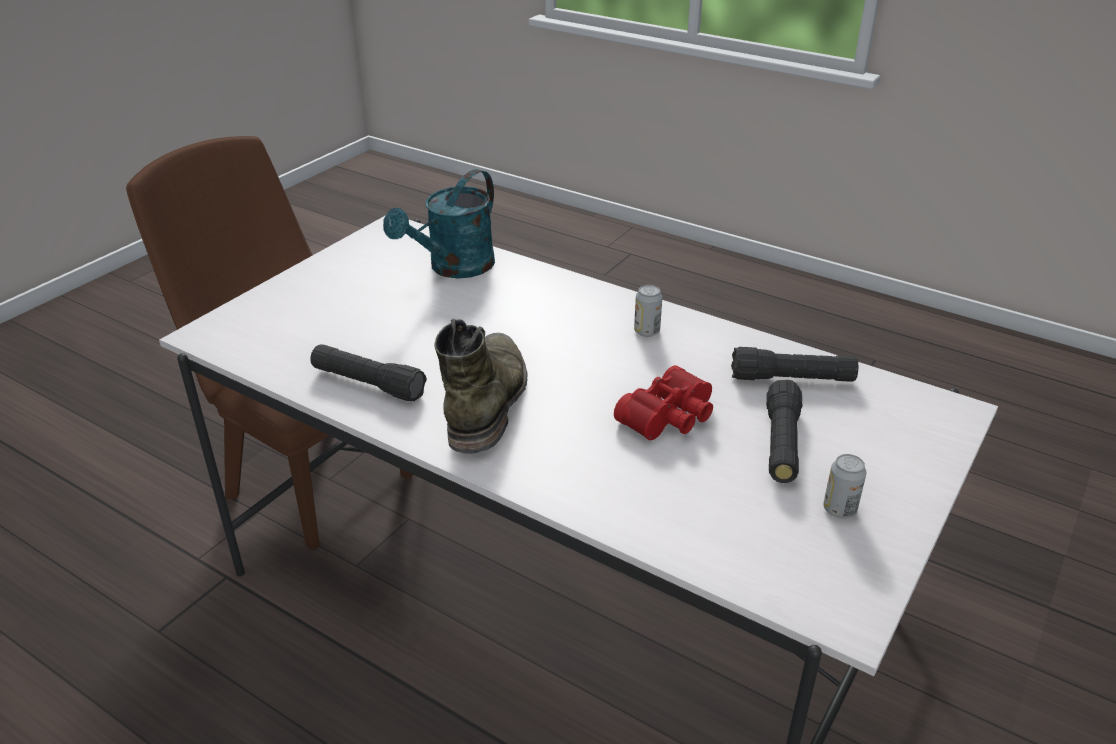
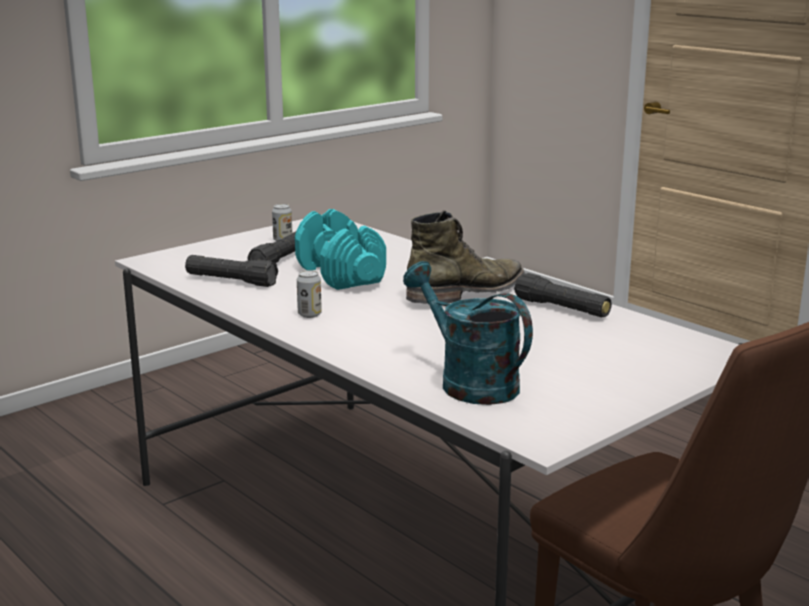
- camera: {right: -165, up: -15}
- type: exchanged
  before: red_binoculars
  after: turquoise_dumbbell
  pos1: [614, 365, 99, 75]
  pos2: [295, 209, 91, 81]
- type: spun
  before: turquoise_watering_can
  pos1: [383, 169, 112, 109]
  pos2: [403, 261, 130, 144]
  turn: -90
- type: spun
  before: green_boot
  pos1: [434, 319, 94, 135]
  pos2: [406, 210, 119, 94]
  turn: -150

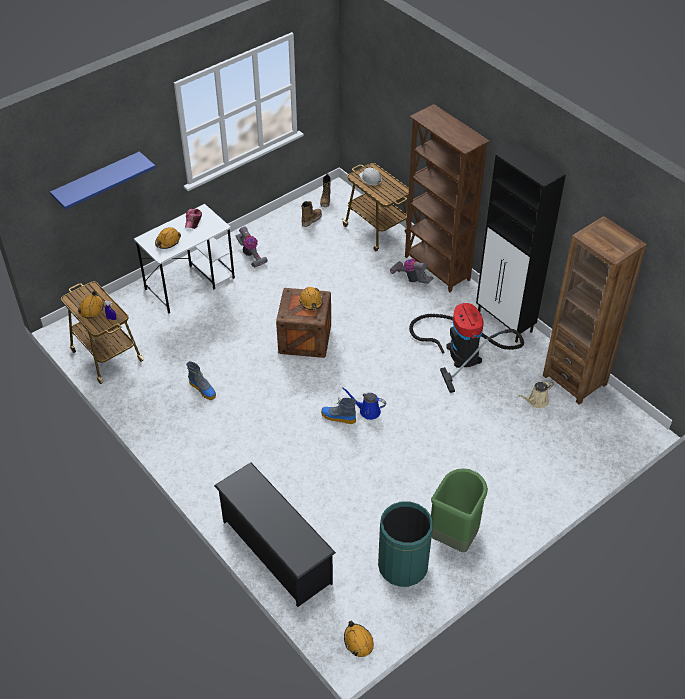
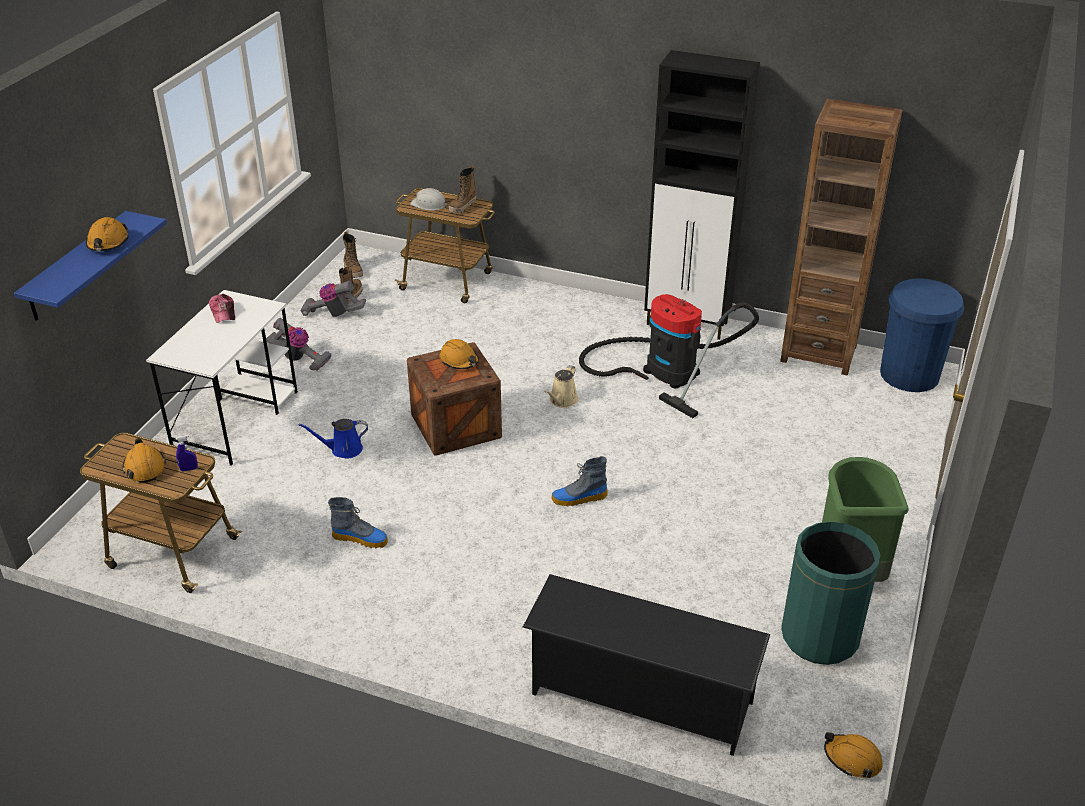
- camera: {right: -30, up: -10}
- type: relocated
  before: orange_hard_hat
  pos1: [155, 227, 26, 22]
  pos2: [86, 217, 43, 34]
- type: relocated
  before: blue_watering_can
  pos1: [342, 387, 44, 33]
  pos2: [299, 419, 69, 40]
- type: relocated
  before: vacuum_cleaner
  pos1: [390, 259, 44, 25]
  pos2: [301, 281, 65, 36]
- type: appeared
  after: boot
  pos2: [449, 165, 27, 49]
- type: relocated
  before: beige_watering_can
  pos1: [518, 380, 36, 28]
  pos2: [545, 365, 34, 43]
- type: appeared
  after: blue_trash_can
  pos2: [880, 278, 84, 114]
- type: missing
  before: brown_bookcase
  pos1: [405, 104, 84, 188]

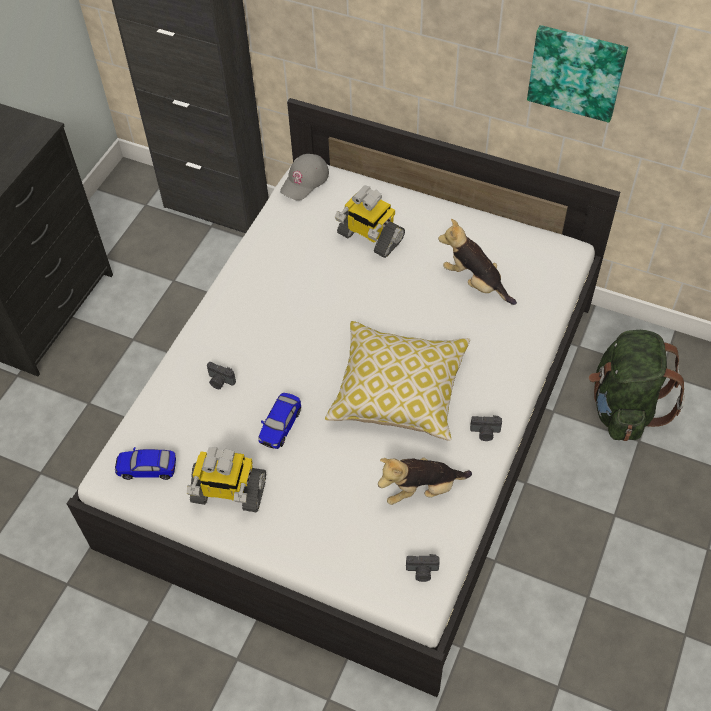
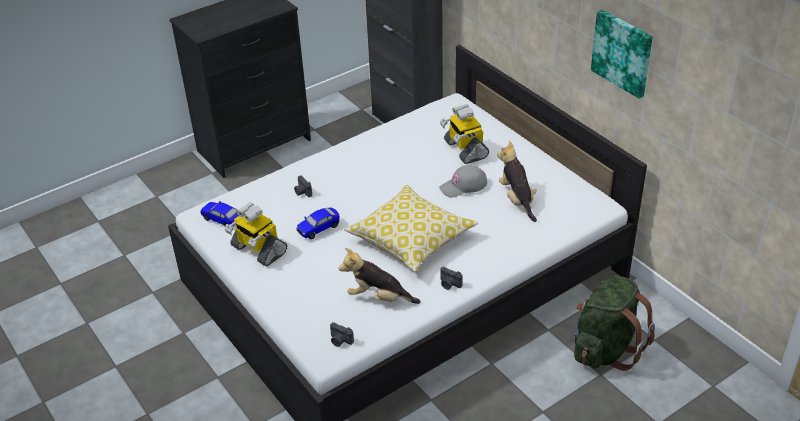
- camera: {right: 30, up: -15}
- type: relocated
  before: grey_cap
  pos1: [280, 154, 49, 47]
  pos2: [439, 165, 48, 33]

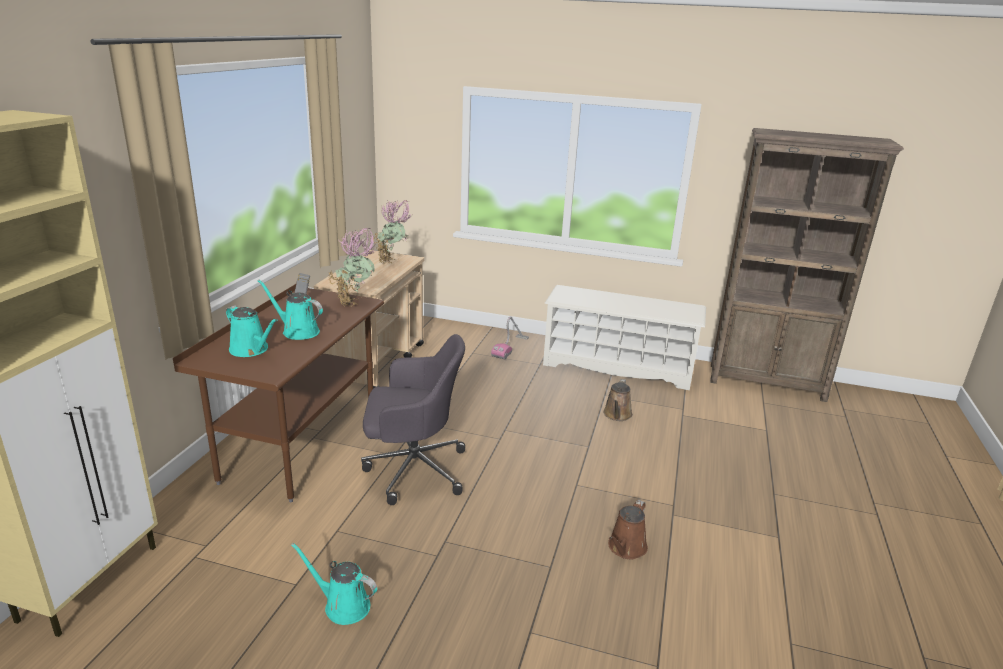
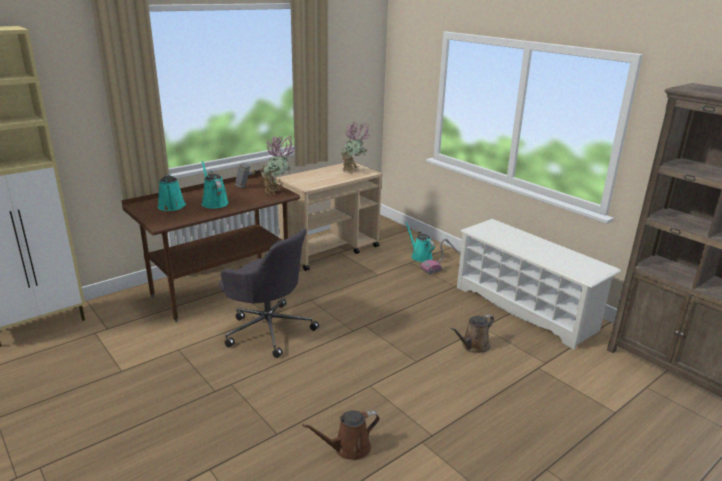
- camera: {right: 35, up: 0}
- type: relocated
  before: turquoise_watering_can
  pos1: [291, 543, 86, 82]
  pos2: [405, 222, 30, 40]

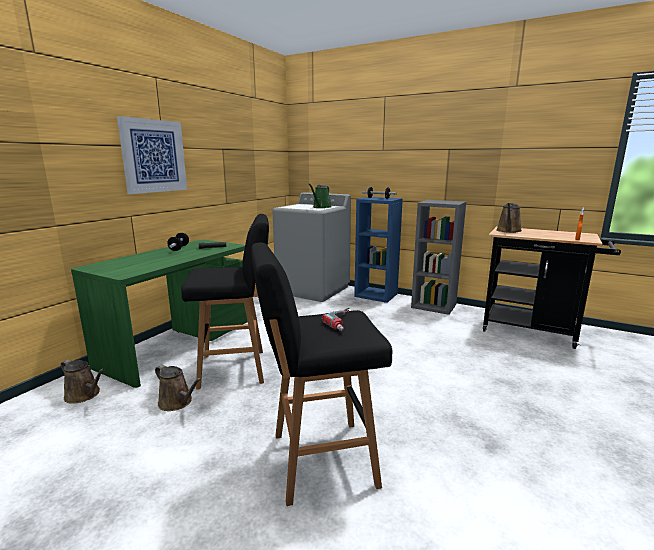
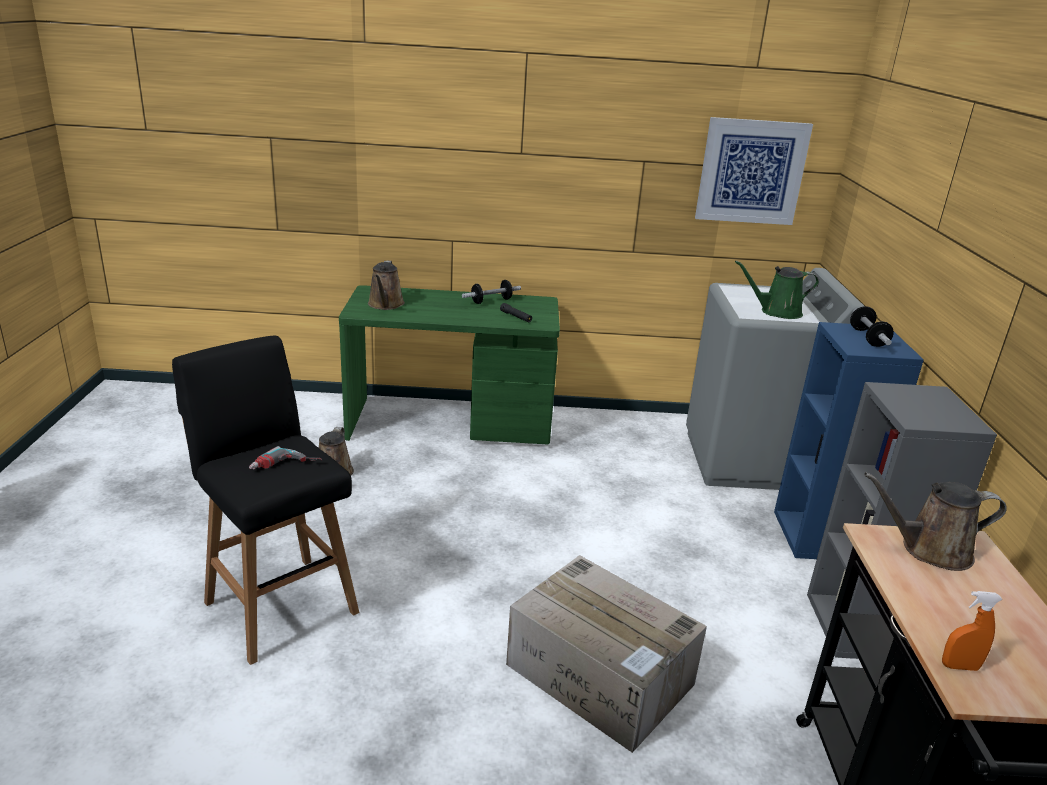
- camera: {right: 60, up: 10}
- type: relocated
  before: brown_watering_can
  pos1: [61, 360, 44, 44]
  pos2: [368, 261, 37, 49]
- type: appeared
  after: cardboard_box
  pos2: [506, 555, 201, 198]
- type: relocated
  before: picture
  pos1: [117, 116, 70, 78]
  pos2: [695, 117, 118, 108]
- type: missing
  before: black_stool
  pos1: [181, 214, 88, 176]

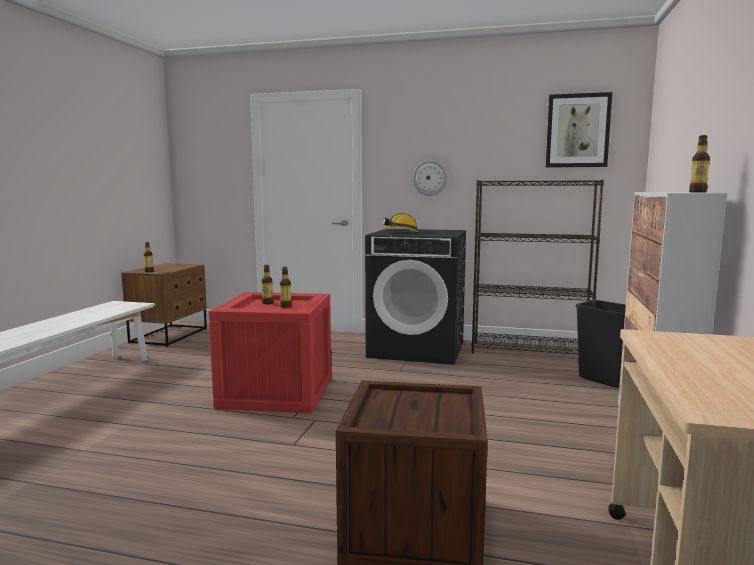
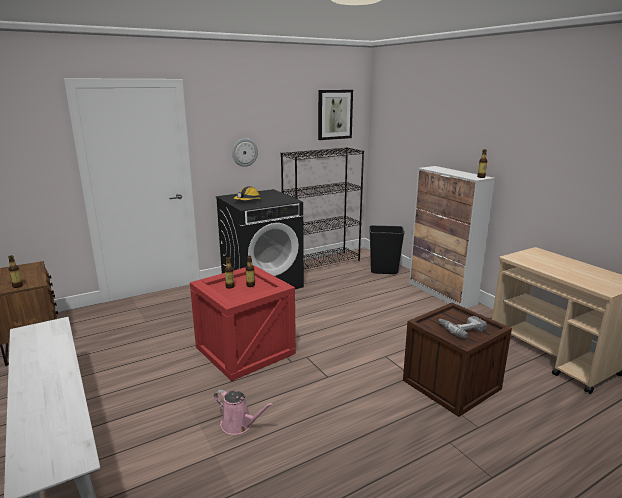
- camera: {right: -45, up: 10}
- type: appeared
  after: pink_watering_can
  pos2: [214, 390, 60, 45]
- type: appeared
  after: power_drill
  pos2: [438, 316, 49, 23]

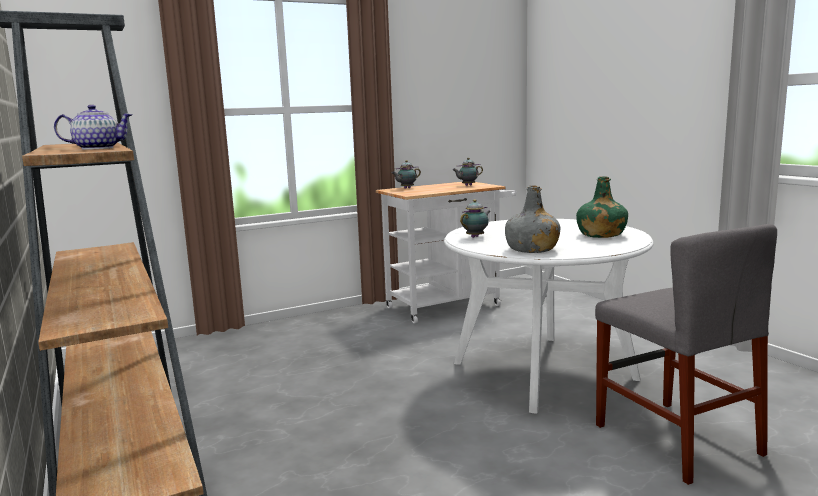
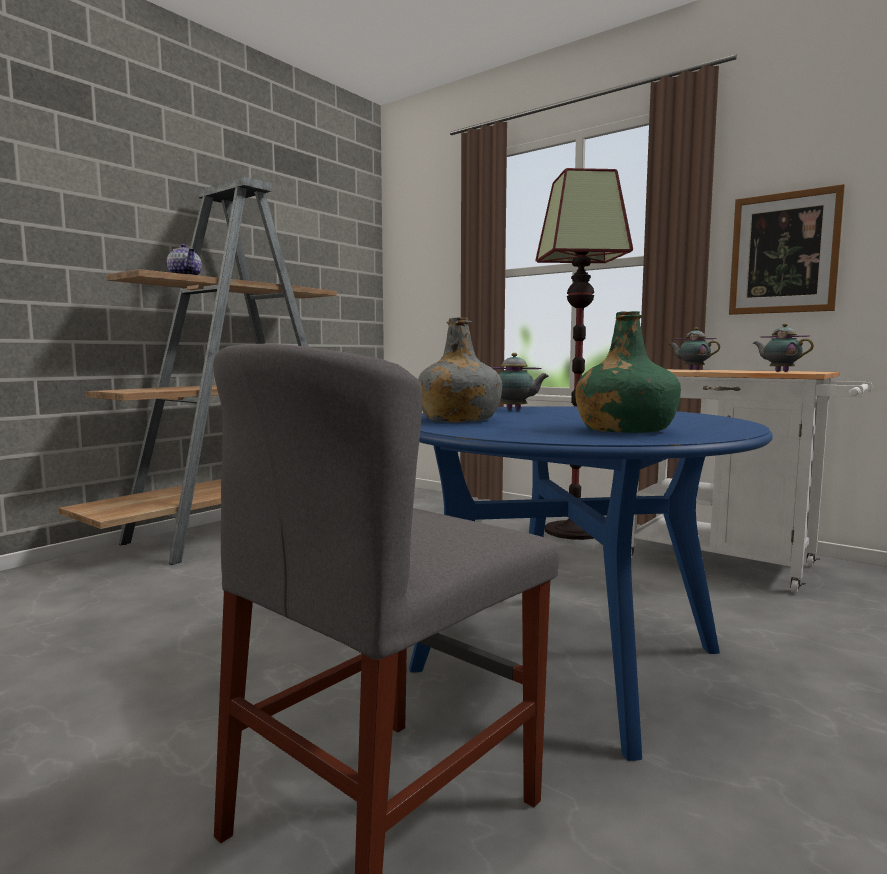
- camera: {right: 65, up: -5}
- type: colour
  before: white_dining_table
  after: blue_dining_table
  pos1: [444, 219, 210, 194]
  pos2: [409, 406, 364, 355]
- type: appeared
  after: floor_lamp
  pos2: [536, 168, 97, 372]
- type: appeared
  after: picture
  pos2: [729, 184, 116, 131]

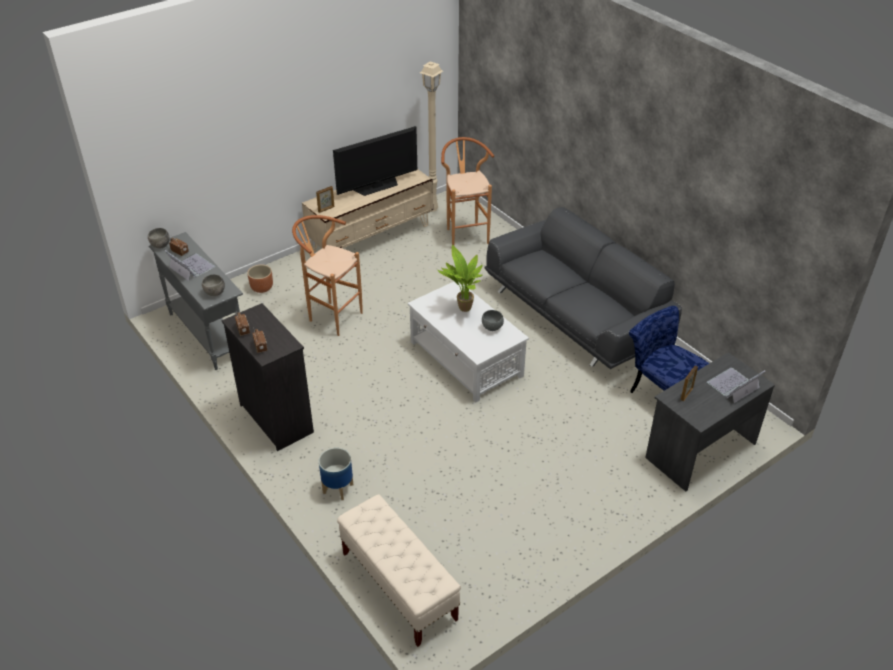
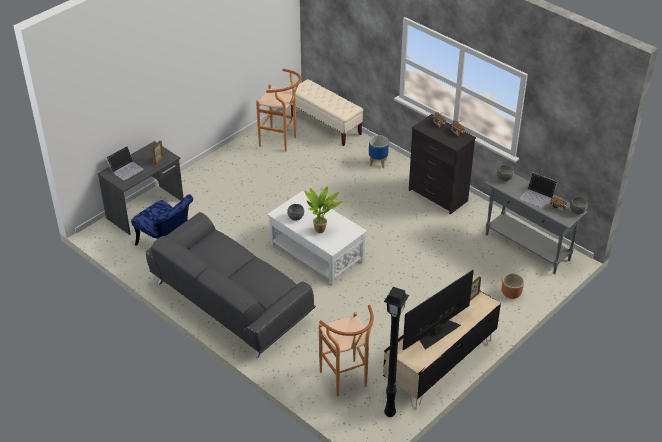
- camera: {right: 170, up: 0}
- type: relocated
  before: brown_stool
  pos1: [292, 215, 71, 121]
  pos2: [256, 69, 45, 83]
- type: colour
  before: beige_floor_lamp
  after: black_floor_lamp
  pos1: [420, 61, 23, 150]
  pos2: [384, 287, 25, 130]

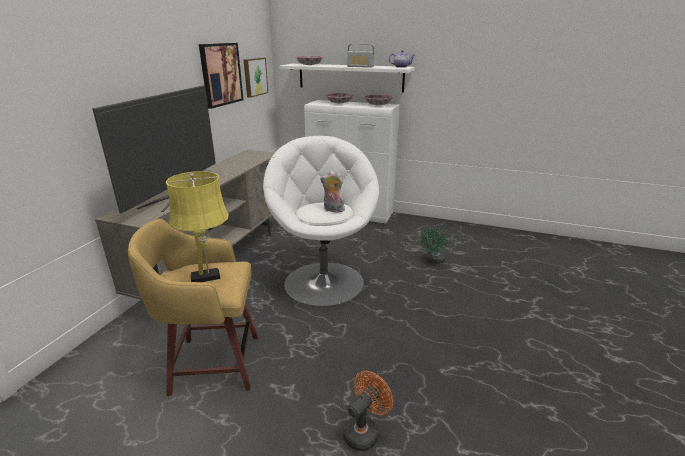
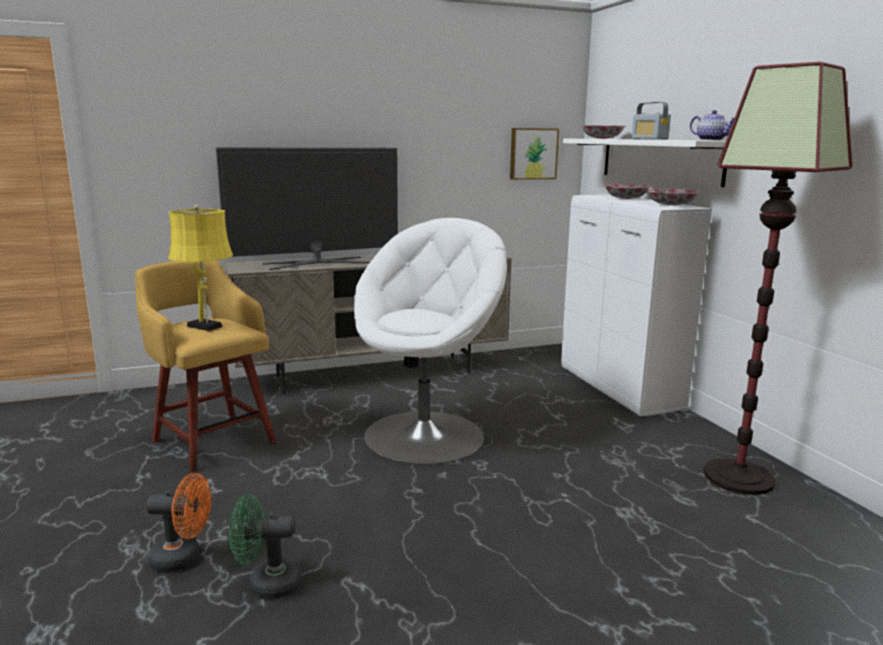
- camera: {right: 50, up: -10}
- type: relocated
  before: green_fan
  pos1: [421, 228, 26, 36]
  pos2: [229, 494, 72, 105]
- type: appeared
  after: floor_lamp
  pos2: [703, 62, 150, 433]
- type: missing
  before: picture
  pos1: [199, 43, 44, 66]
- type: missing
  before: plush_toy
  pos1: [320, 171, 25, 42]

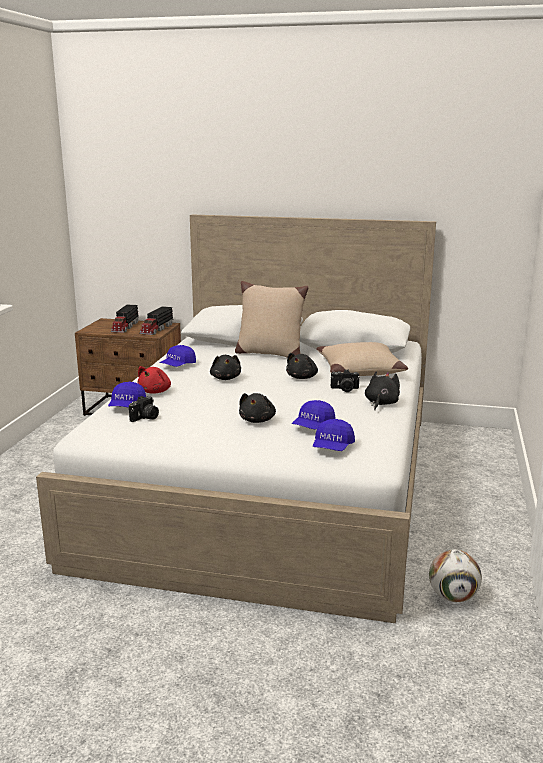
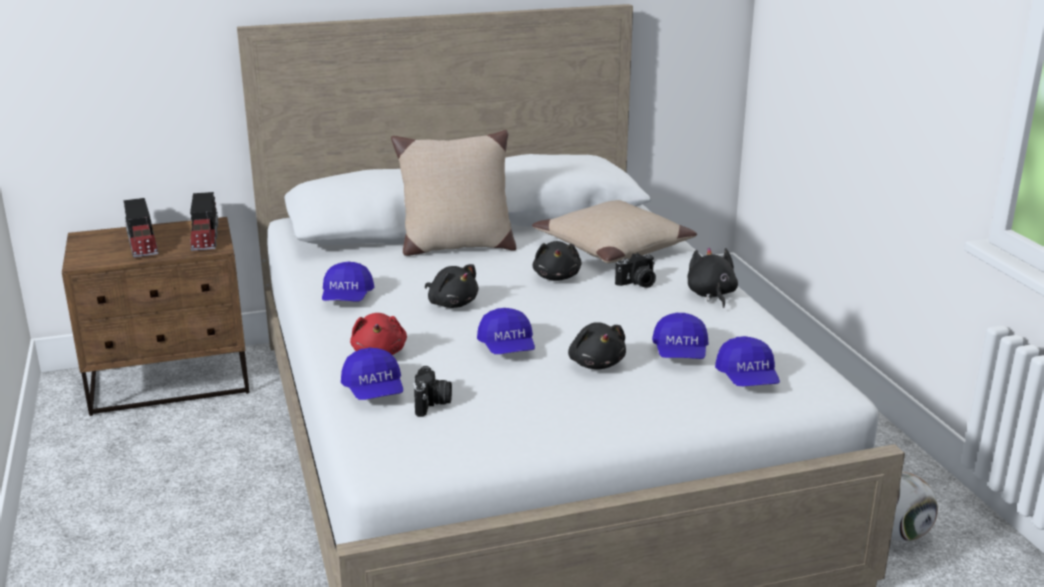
- camera: {right: -30, up: 5}
- type: appeared
  after: blue_cap
  pos2: [477, 308, 58, 46]

